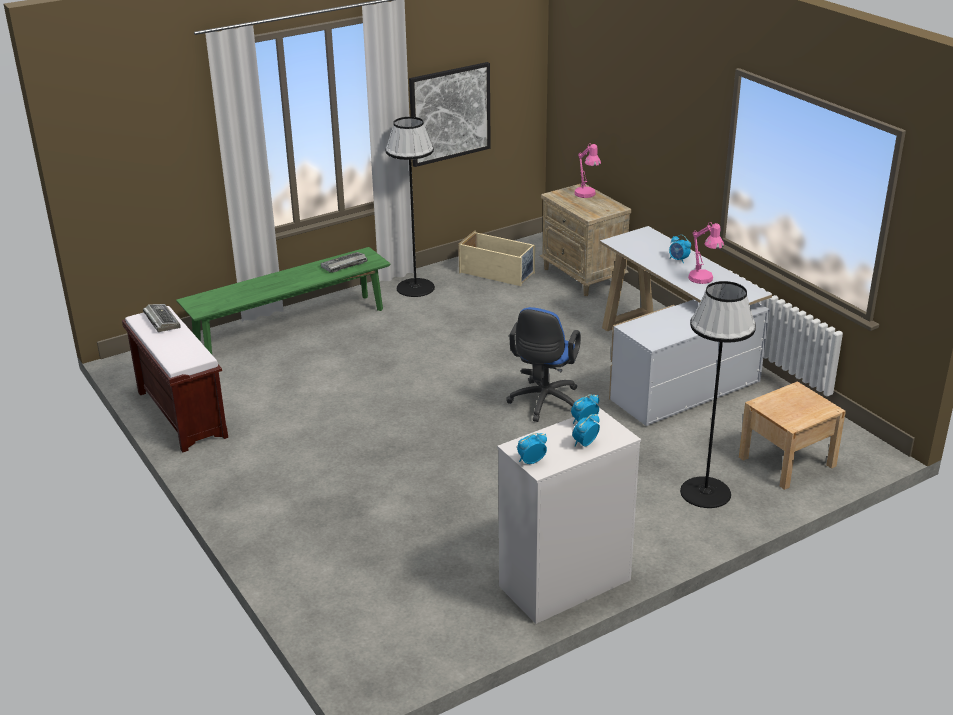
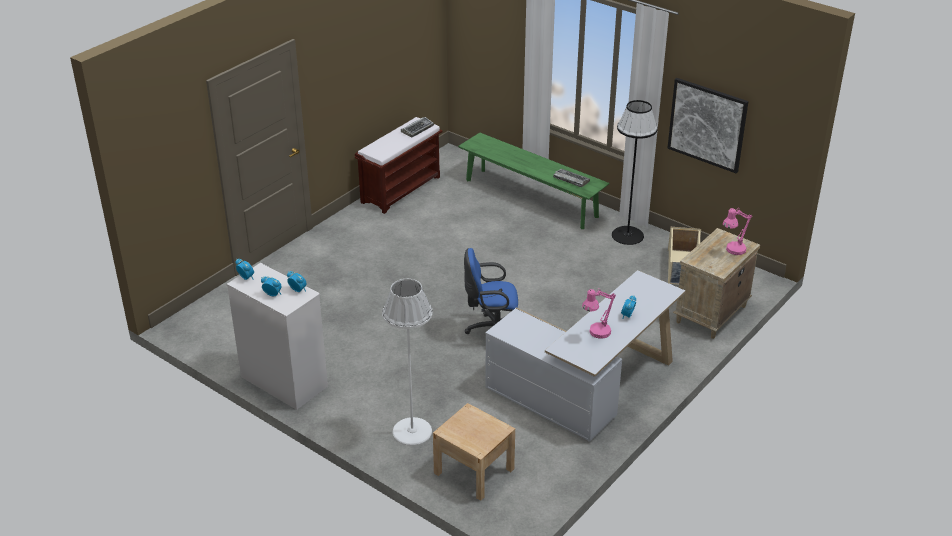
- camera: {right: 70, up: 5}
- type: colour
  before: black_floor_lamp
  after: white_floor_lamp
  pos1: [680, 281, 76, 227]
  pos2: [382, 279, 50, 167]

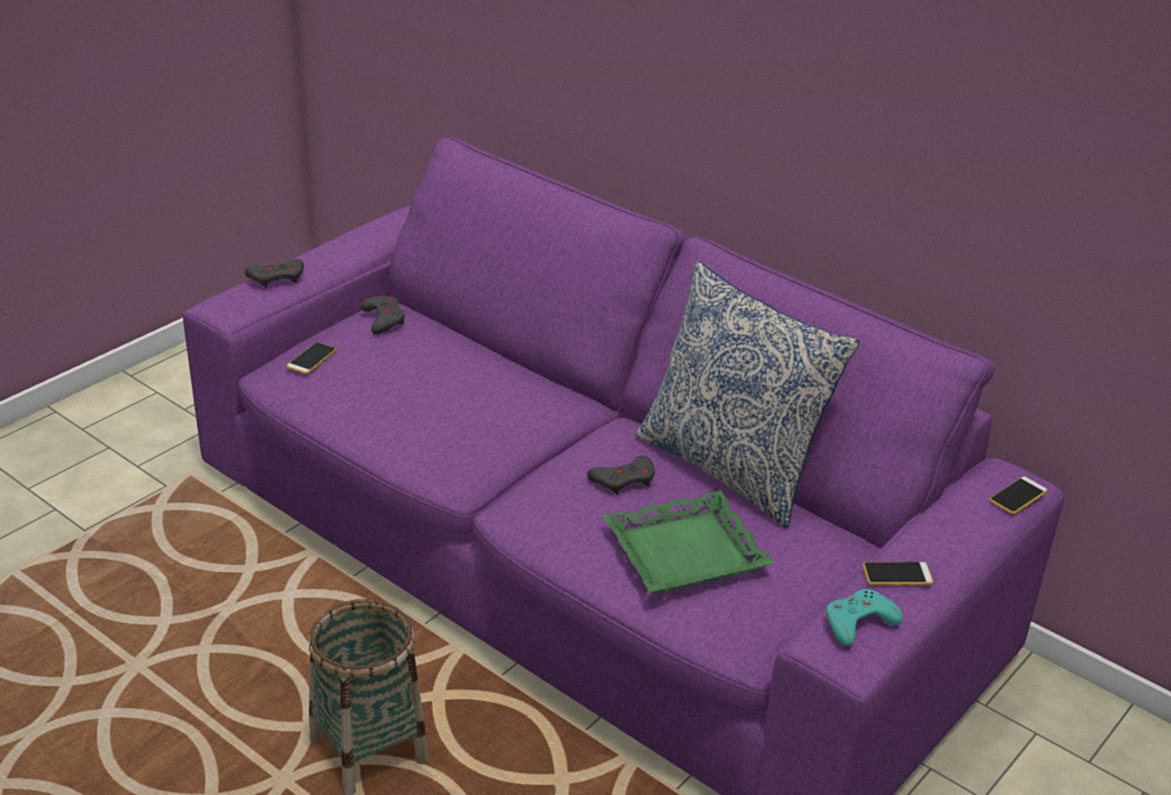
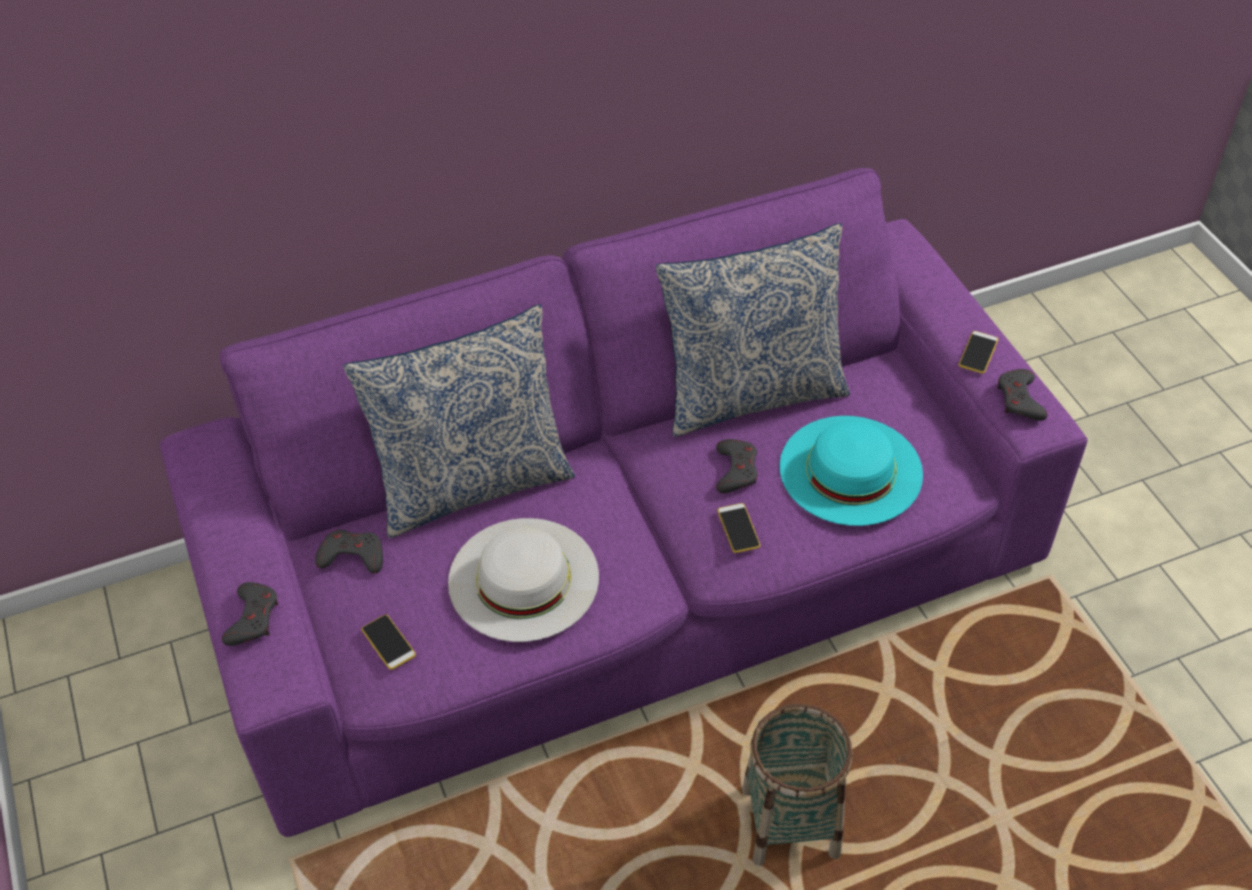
- camera: {right: -60, up: 15}
- type: appeared
  after: pillow
  pos2: [343, 304, 232, 234]
- type: appeared
  after: white_hat
  pos2: [448, 518, 151, 124]
- type: relocated
  before: phone
  pos1: [989, 476, 59, 38]
  pos2: [717, 503, 43, 50]
- type: exchanged
  before: green_tray
  after: turquoise_hat
  pos1: [603, 490, 171, 103]
  pos2: [780, 416, 143, 110]
- type: colour
  before: turquoise_game_controller
  after: grey_game_controller
  pos1: [826, 589, 77, 57]
  pos2: [997, 369, 51, 52]

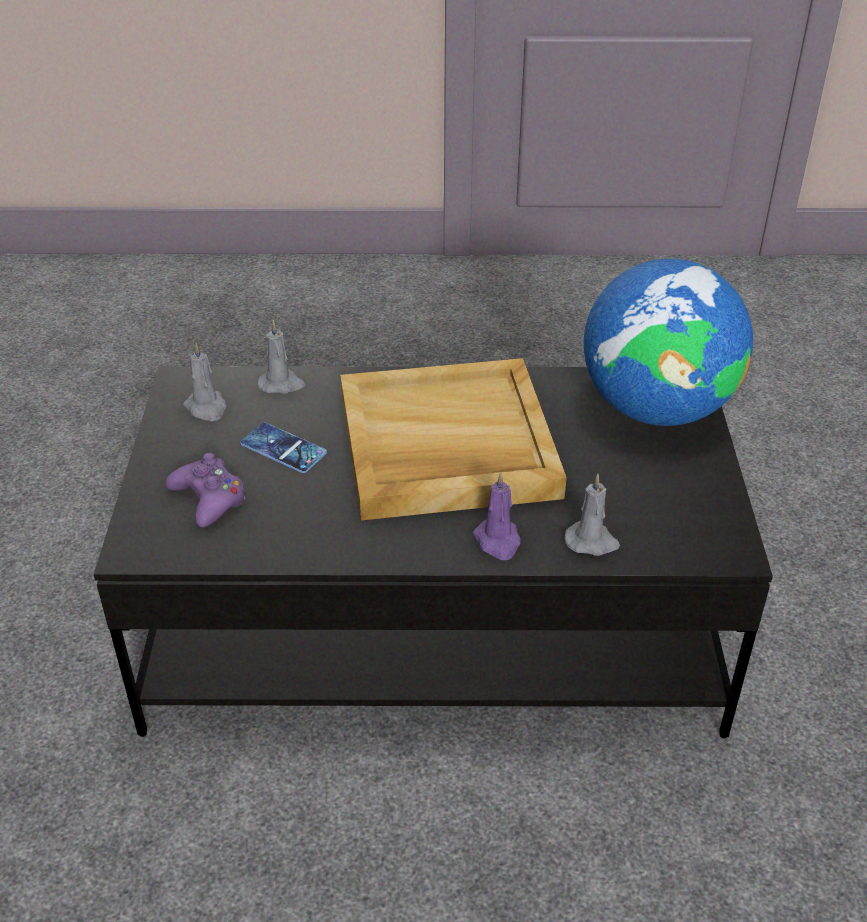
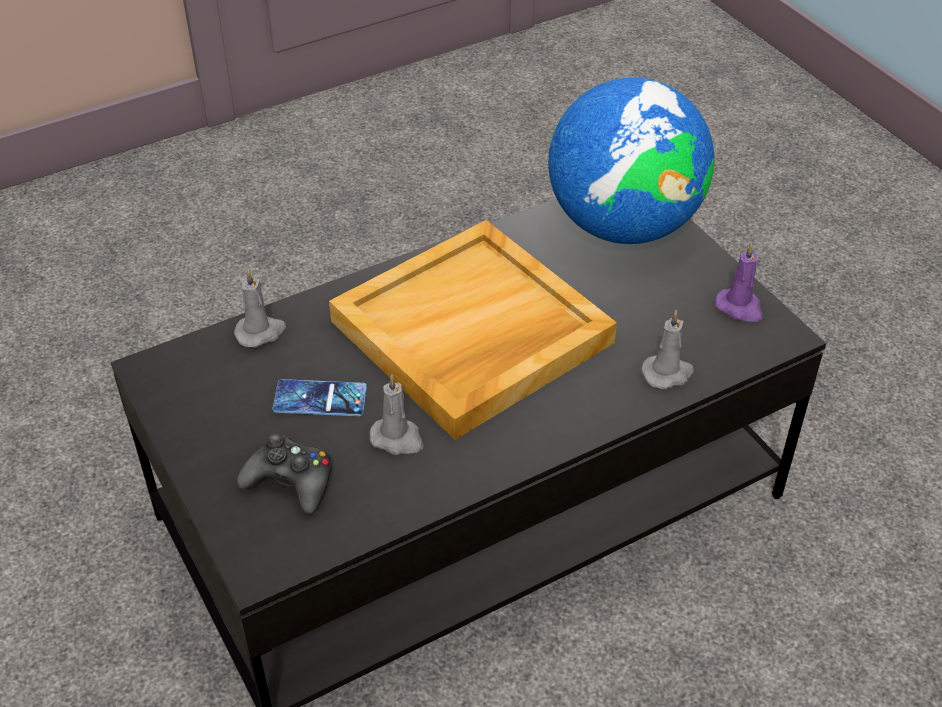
- camera: {right: -30, up: 5}
- type: colour
  before: purple_game_controller
  after: black_game_controller
  pos1: [166, 453, 81, 74]
  pos2: [237, 434, 95, 80]
- type: relocated
  before: grey_candle
  pos1: [183, 342, 44, 80]
  pos2: [370, 374, 54, 81]
- type: relocated
  before: purple_candle
  pos1: [473, 472, 48, 88]
  pos2: [715, 243, 48, 79]

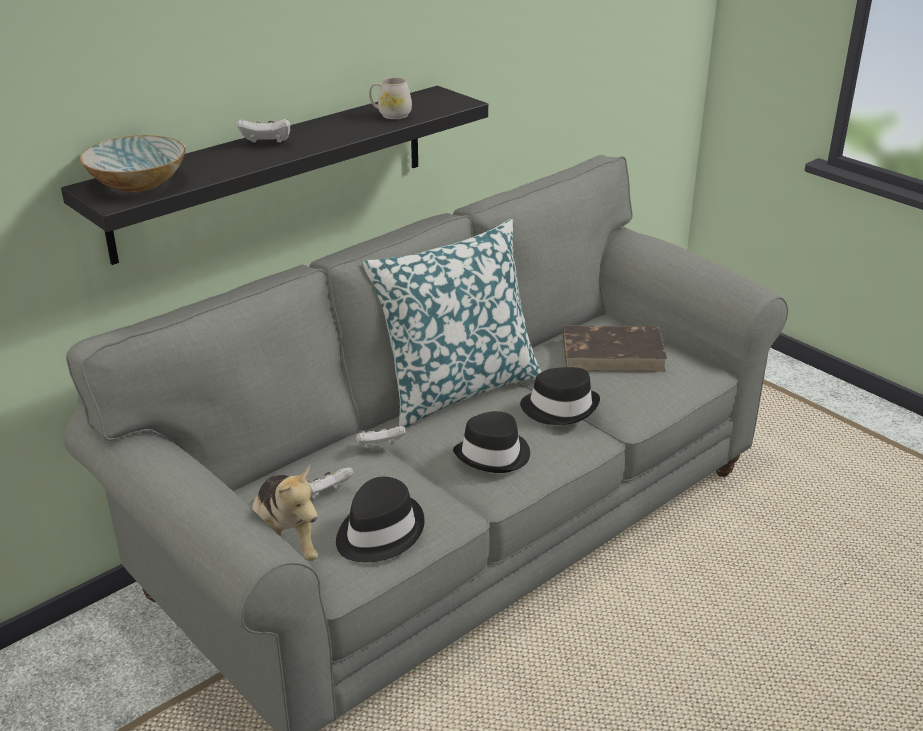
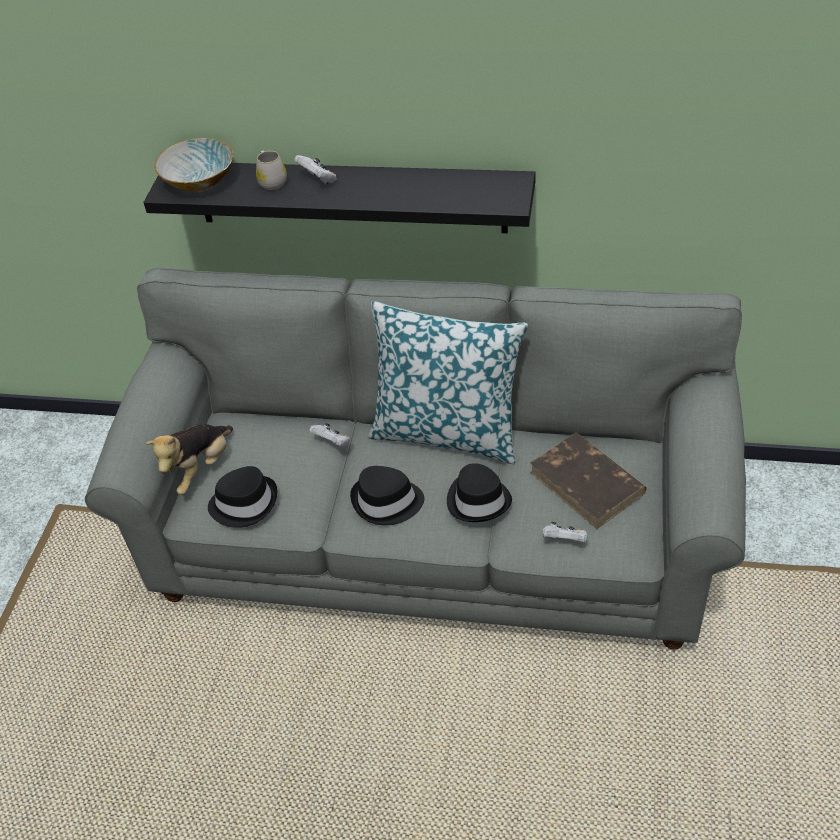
- camera: {right: 55, up: 15}
- type: relocated
  before: white_mug
  pos1: [369, 77, 43, 42]
  pos2: [256, 151, 31, 39]
- type: relocated
  before: white_game_controller
  pos1: [307, 467, 47, 32]
  pos2: [542, 522, 46, 20]

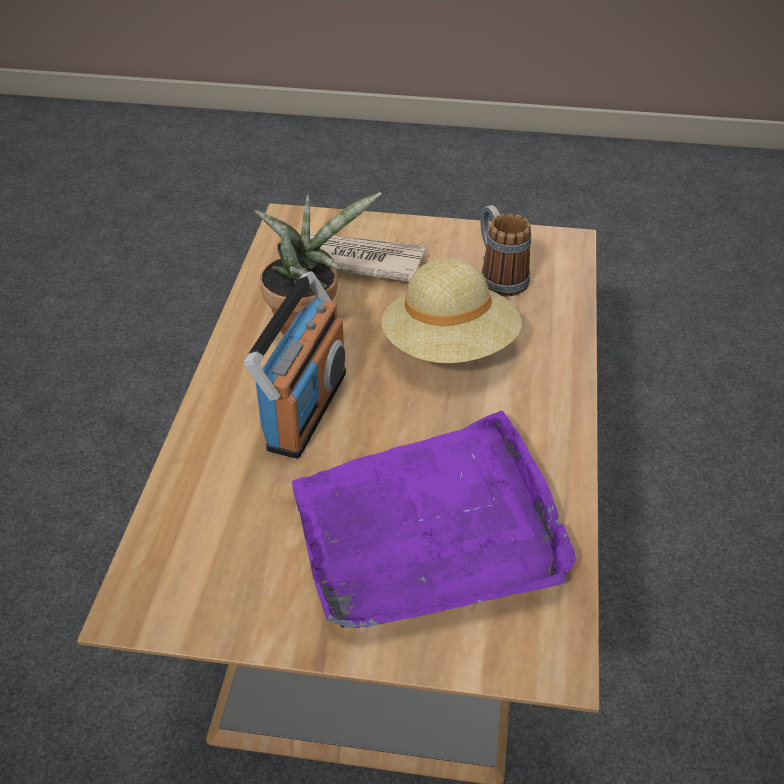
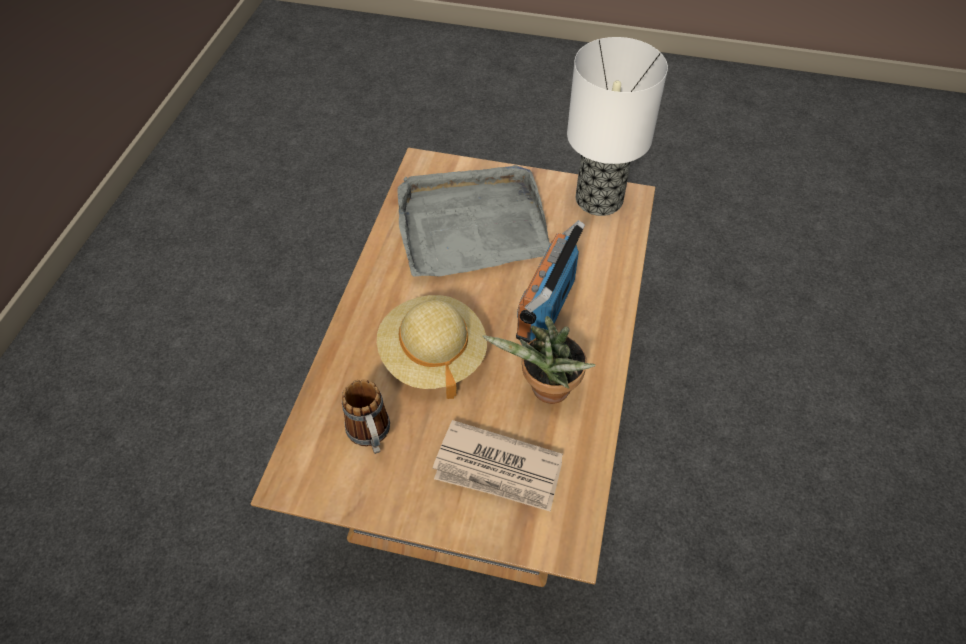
- camera: {right: -175, up: 10}
- type: colour
  before: purple_tray
  after: grey_tray
  pos1: [292, 411, 285, 217]
  pos2: [398, 165, 152, 112]
- type: appeared
  after: table_lamp
  pos2: [567, 37, 101, 179]

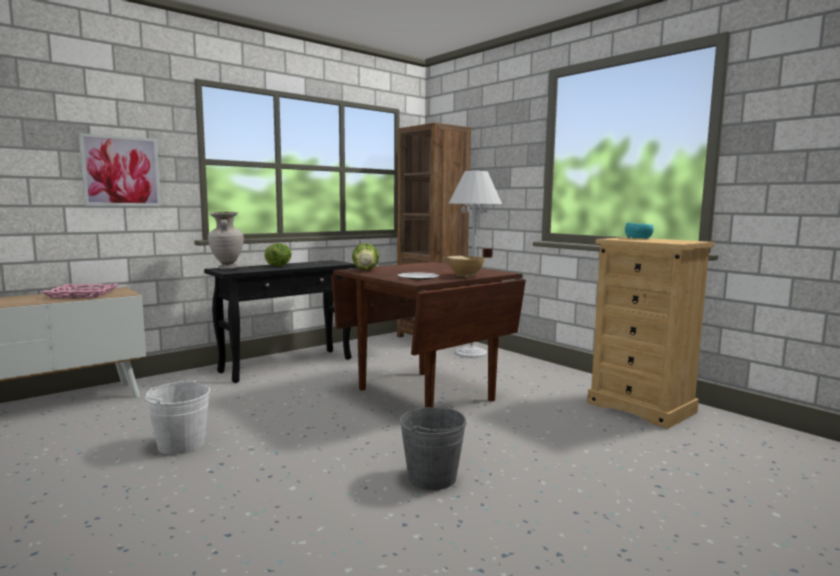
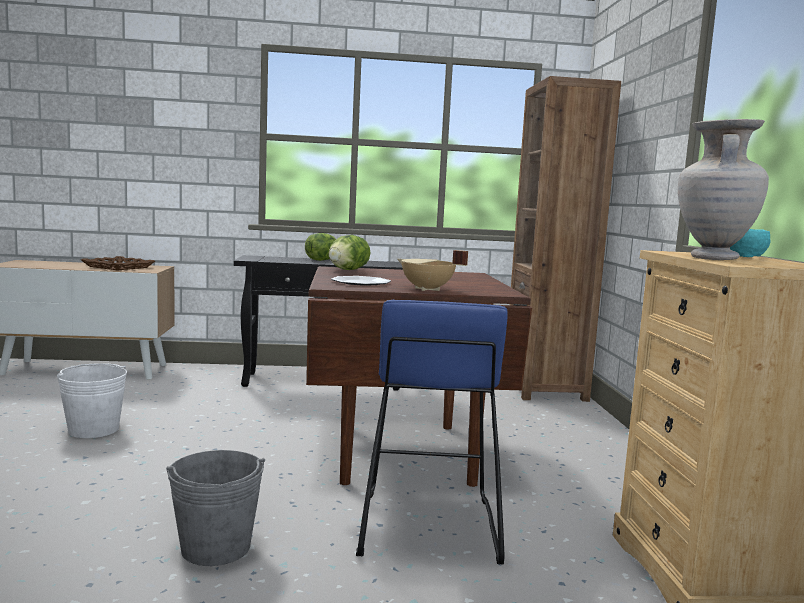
- camera: {right: 35, up: 0}
- type: colour
  before: pink_tray
  after: brown_tray
  pos1: [42, 283, 77, 15]
  pos2: [81, 256, 74, 14]
- type: appeared
  after: blue_stool
  pos2: [356, 300, 152, 265]
- type: relocated
  before: beige_vase
  pos1: [208, 212, 36, 58]
  pos2: [678, 119, 91, 141]
- type: missing
  before: picture
  pos1: [79, 133, 82, 73]
- type: missing
  before: white_floor_lamp
  pos1: [449, 171, 53, 187]

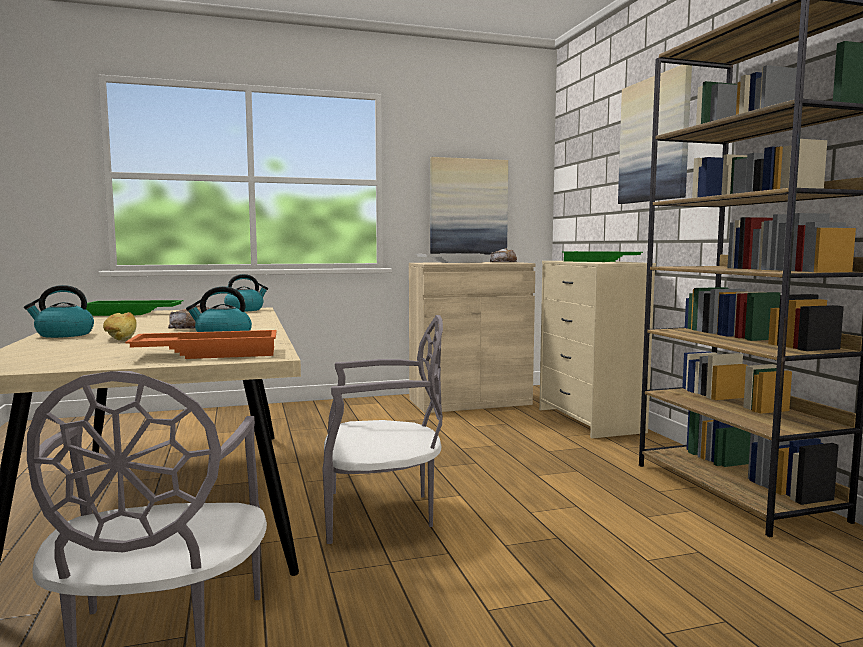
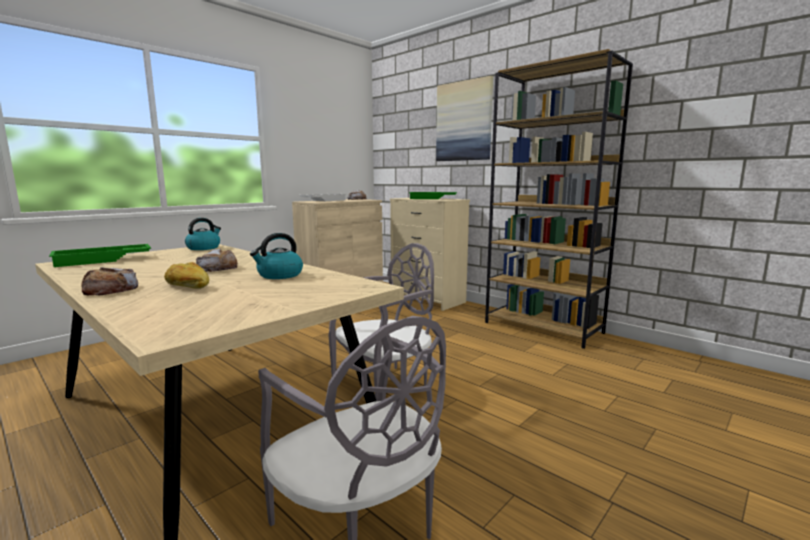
- camera: {right: -30, up: 5}
- type: exchanged
  before: kettle
  after: bread
  pos1: [24, 285, 70, 53]
  pos2: [81, 267, 57, 28]
- type: missing
  before: orange_tray
  pos1: [125, 330, 152, 29]
- type: missing
  before: picture
  pos1: [430, 157, 78, 97]

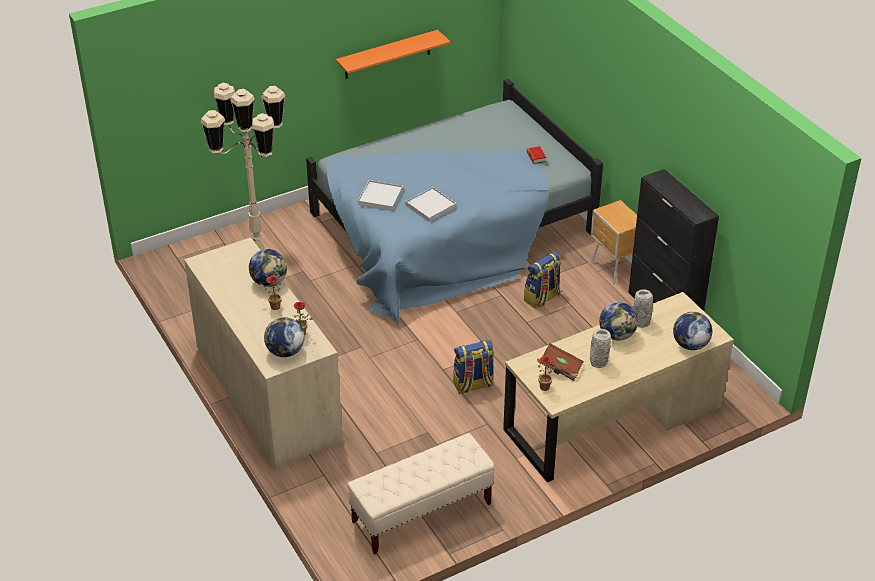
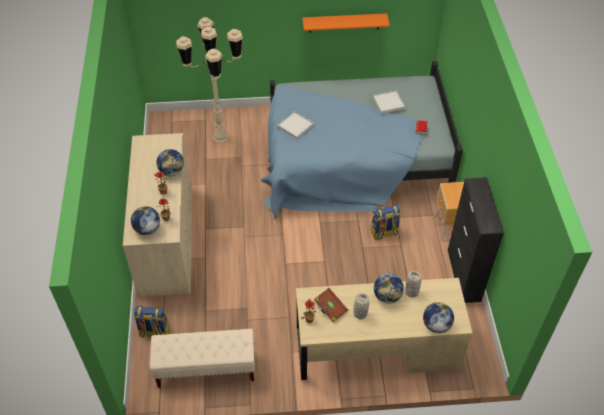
- camera: {right: 25, up: 10}
- type: relocated
  before: backpack
  pos1: [453, 340, 41, 54]
  pos2: [134, 306, 35, 33]
- type: relocated
  before: white_tray
  pos1: [406, 187, 50, 35]
  pos2: [373, 90, 32, 24]

